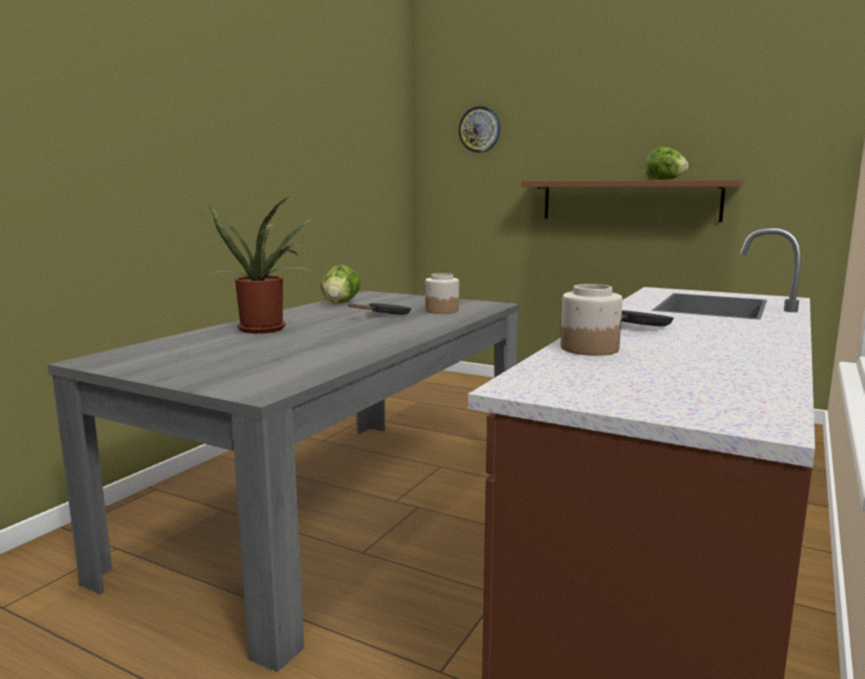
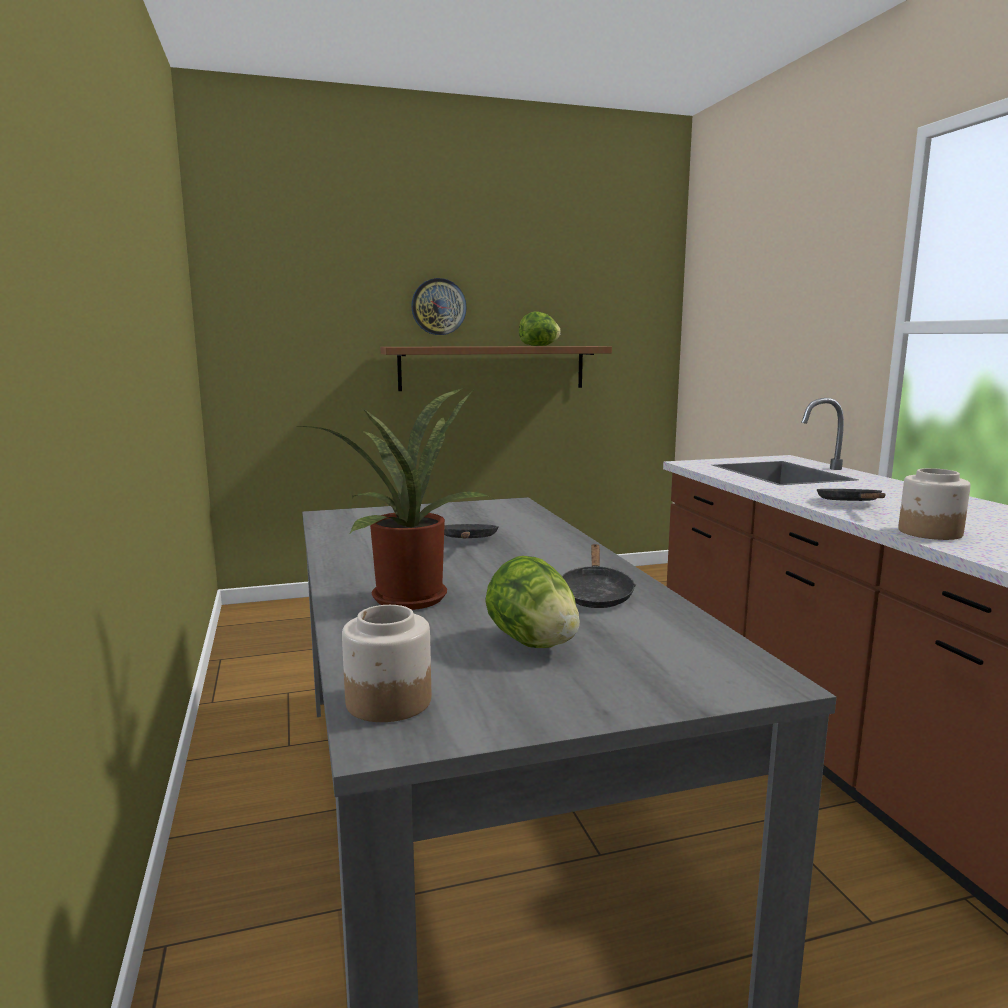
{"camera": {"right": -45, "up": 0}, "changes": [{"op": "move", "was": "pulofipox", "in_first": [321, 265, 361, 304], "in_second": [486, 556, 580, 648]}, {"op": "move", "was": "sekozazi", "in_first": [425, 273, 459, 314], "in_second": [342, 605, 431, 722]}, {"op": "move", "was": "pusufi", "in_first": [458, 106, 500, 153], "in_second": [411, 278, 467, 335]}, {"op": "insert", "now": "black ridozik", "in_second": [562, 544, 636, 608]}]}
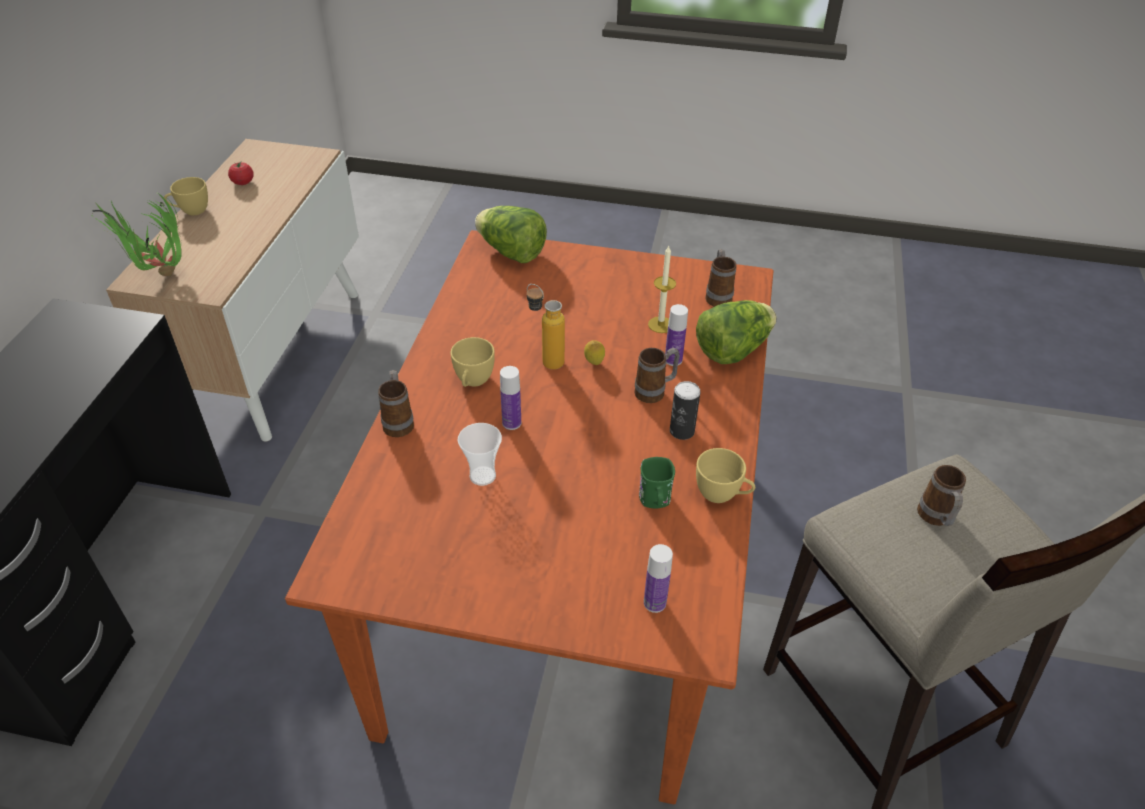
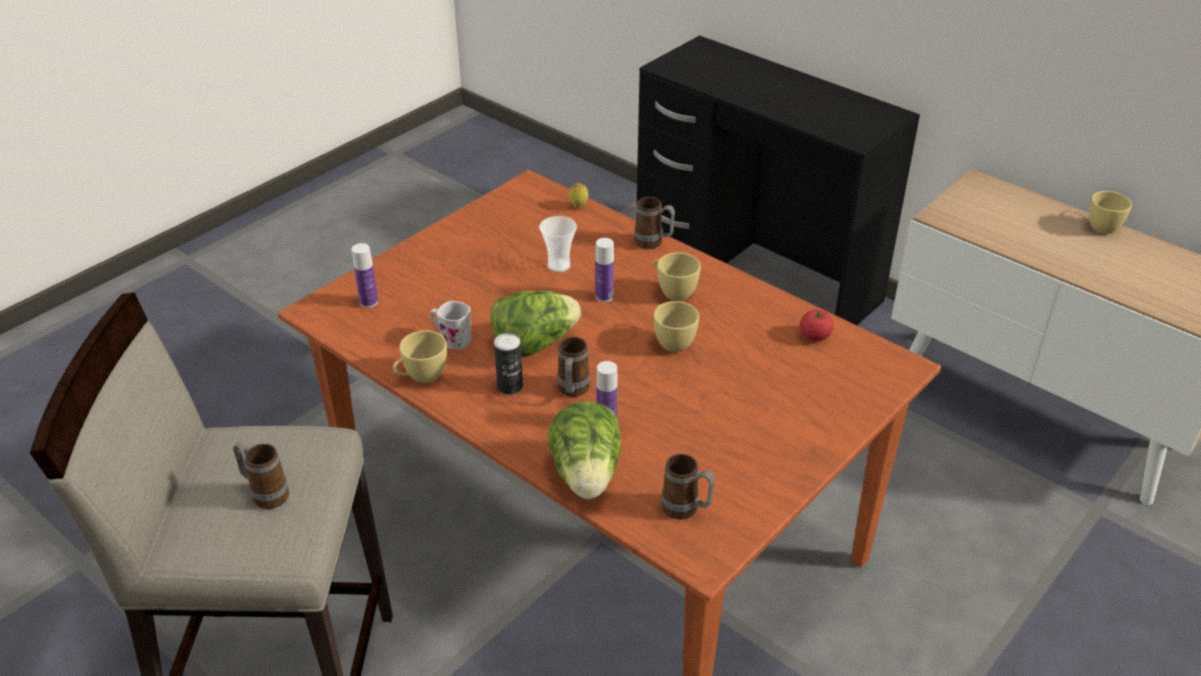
{"camera": {"right": 120, "up": -5}, "changes": [{"op": "delete", "was": "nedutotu", "in_first": [91, 193, 182, 276]}, {"op": "move", "was": "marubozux", "in_first": [228, 162, 254, 185], "in_second": [799, 309, 834, 341]}, {"op": "move", "was": "pulofipox", "in_first": [475, 206, 547, 263], "in_second": [490, 291, 581, 357]}, {"op": "replace", "was": "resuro", "now": "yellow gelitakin", "in_first": [527, 284, 565, 370], "in_second": [654, 301, 699, 352]}, {"op": "move", "was": "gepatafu", "in_first": [584, 340, 605, 365], "in_second": [569, 182, 588, 209]}, {"op": "recolor", "was": "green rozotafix", "now": "white rozotafix", "in_first": [639, 457, 675, 509], "in_second": [430, 301, 472, 350]}, {"op": "delete", "was": "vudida", "in_first": [648, 246, 676, 333]}]}
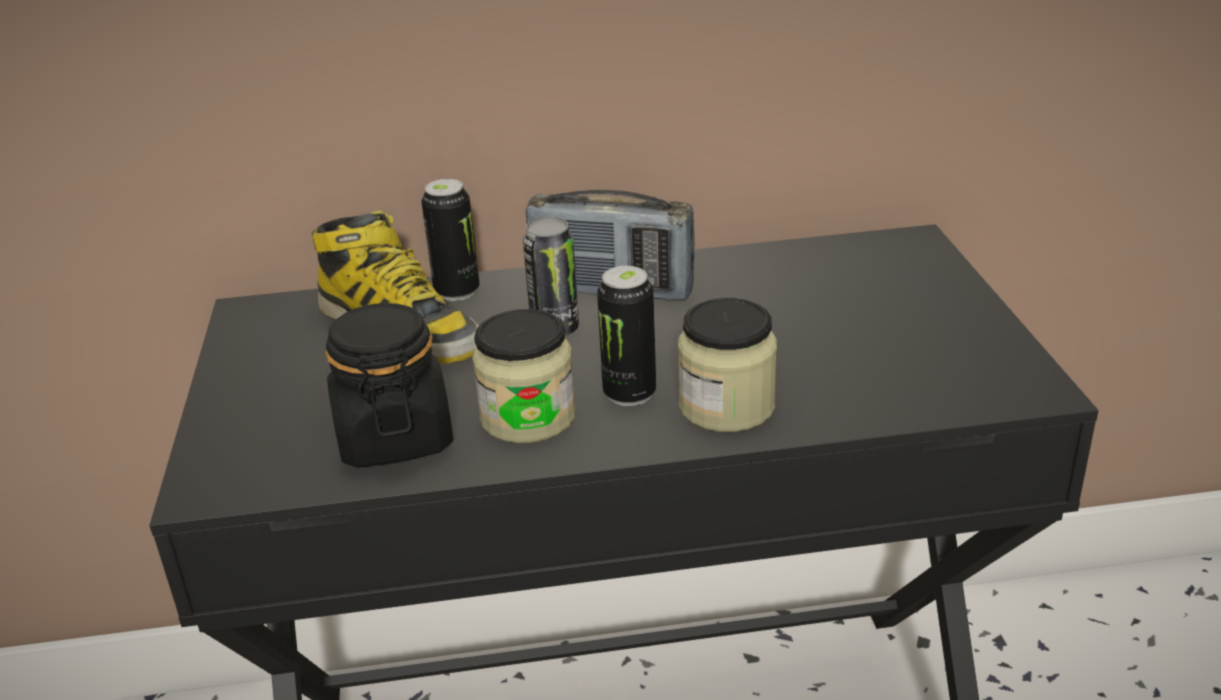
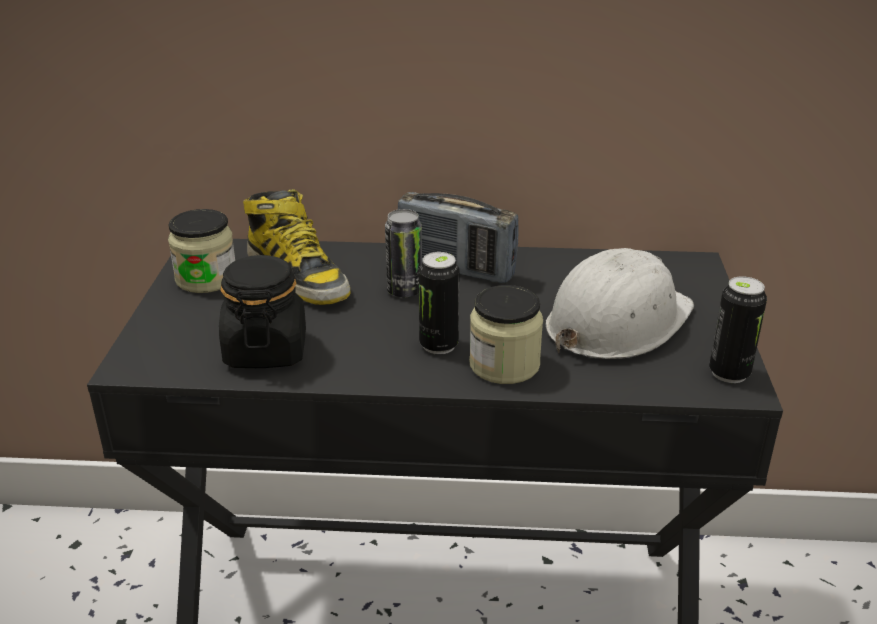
{"camera": {"right": 10, "up": 0}, "changes": [{"op": "move", "was": "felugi", "in_first": [421, 179, 479, 301], "in_second": [709, 276, 767, 383]}, {"op": "move", "was": "sekozazi", "in_first": [472, 309, 576, 443], "in_second": [168, 209, 235, 293]}, {"op": "insert", "now": "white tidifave", "in_second": [546, 248, 694, 359]}]}
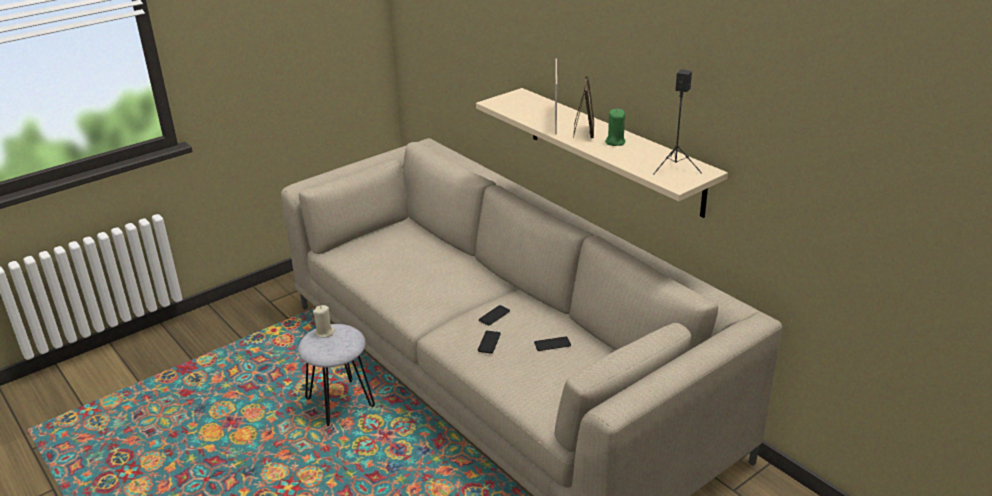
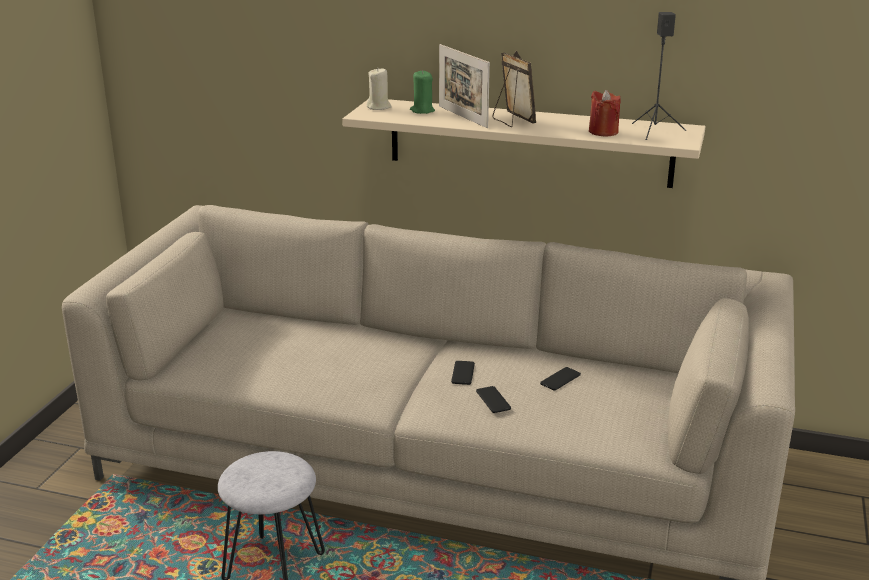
{"camera": {"right": -35, "up": -5}, "changes": [{"op": "move", "was": "beige vudida", "in_first": [313, 305, 335, 338], "in_second": [367, 67, 392, 110]}, {"op": "move", "was": "green vudida", "in_first": [605, 109, 625, 146], "in_second": [410, 70, 435, 114]}, {"op": "insert", "now": "red vudida", "in_second": [589, 90, 621, 137]}]}
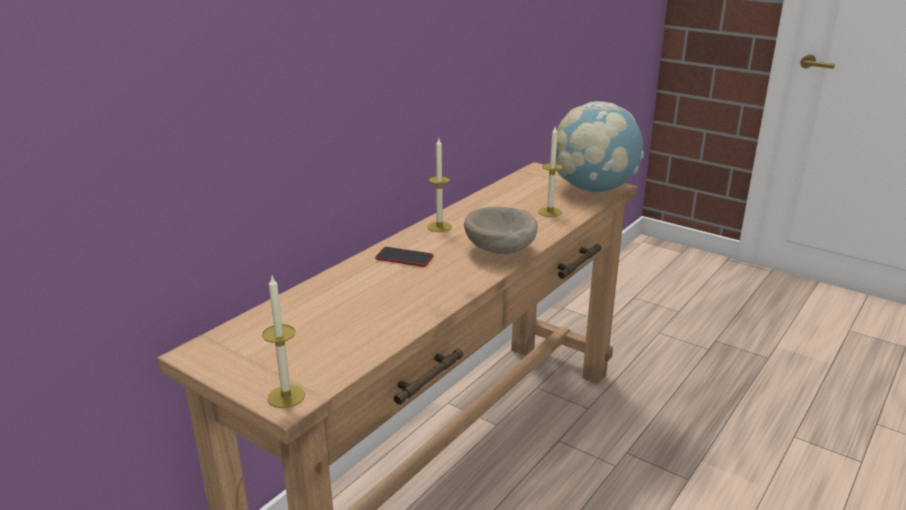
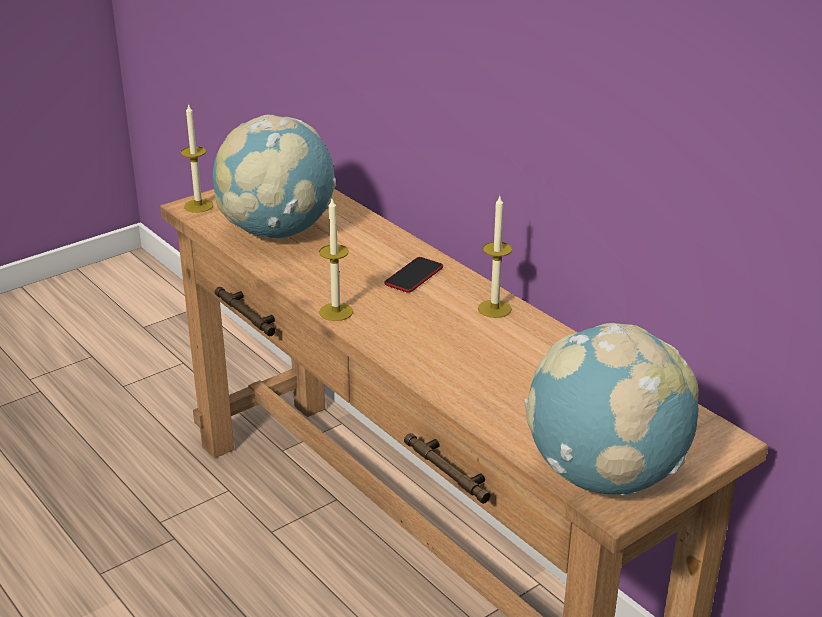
{"camera": {"right": 105, "up": 5}, "changes": [{"op": "delete", "was": "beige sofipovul", "in_first": [464, 207, 538, 254]}, {"op": "move", "was": "vudida", "in_first": [538, 127, 563, 217], "in_second": [319, 199, 353, 321]}, {"op": "insert", "now": "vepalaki", "in_second": [213, 115, 336, 239]}]}
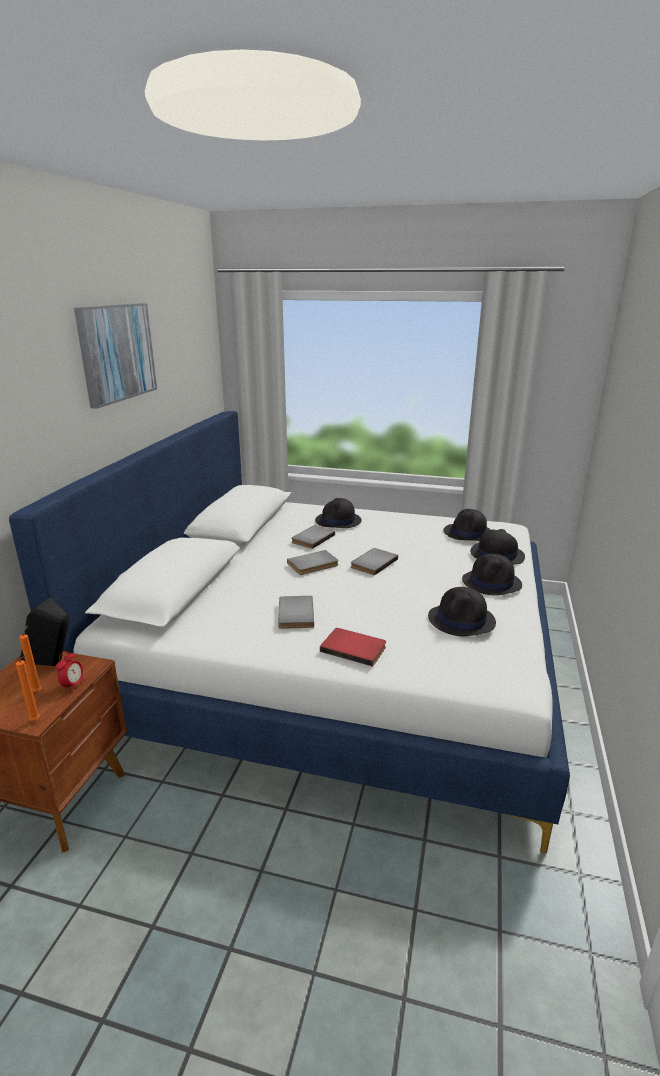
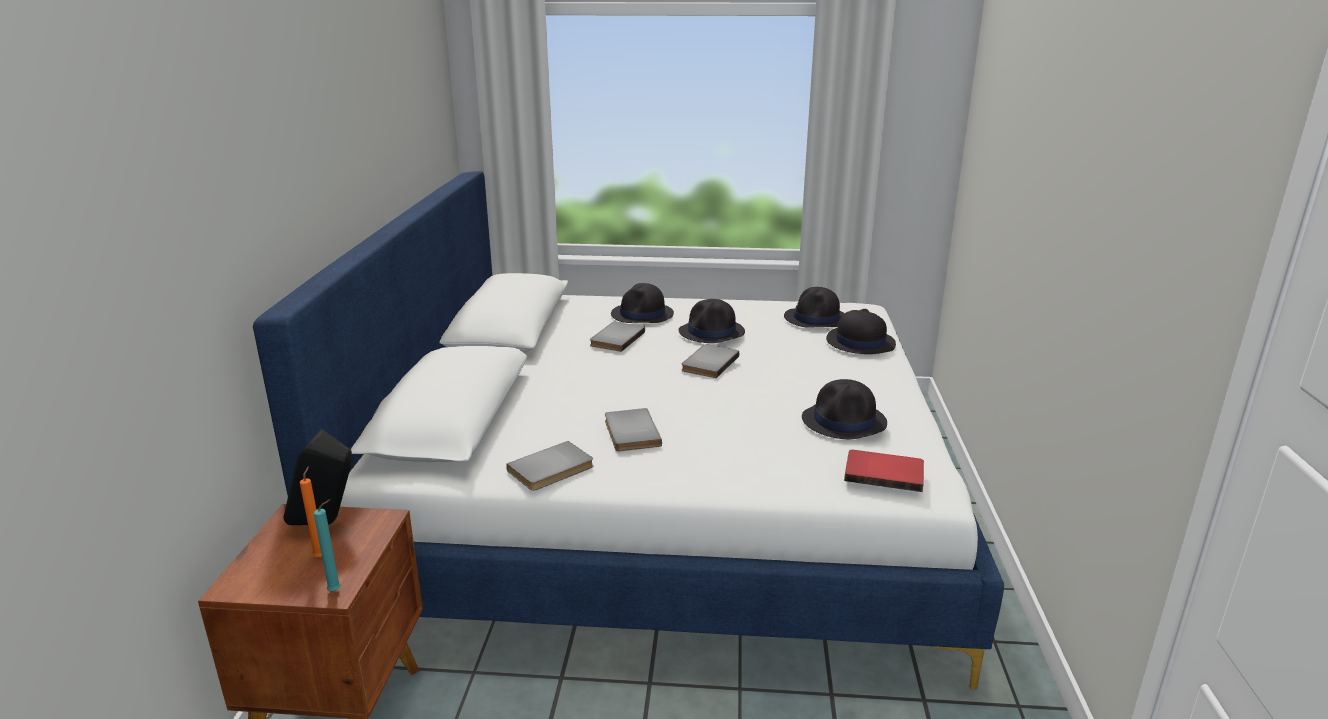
{"camera": {"right": -10, "up": 0}, "changes": [{"op": "recolor", "was": "orange vudida", "now": "turquoise vudida", "in_first": [16, 654, 40, 721], "in_second": [314, 499, 341, 591]}, {"op": "delete", "was": "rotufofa", "in_first": [55, 651, 84, 692]}, {"op": "delete", "was": "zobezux", "in_first": [74, 303, 157, 409]}, {"op": "move", "was": "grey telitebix", "in_first": [287, 550, 339, 575], "in_second": [506, 441, 593, 491]}, {"op": "move", "was": "red telitebix", "in_first": [320, 628, 386, 667], "in_second": [844, 450, 924, 492]}, {"op": "move", "was": "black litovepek", "in_first": [462, 554, 522, 596], "in_second": [679, 299, 745, 343]}]}
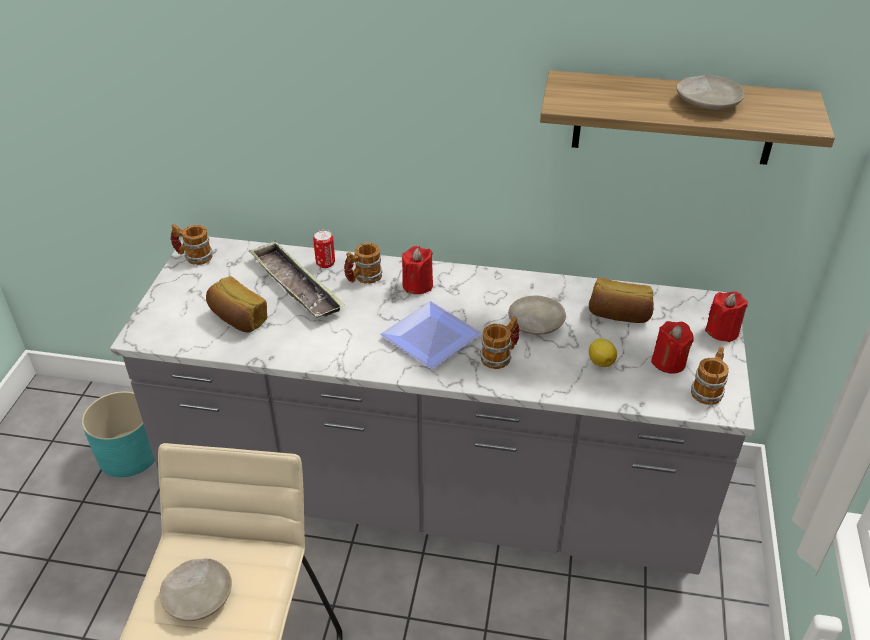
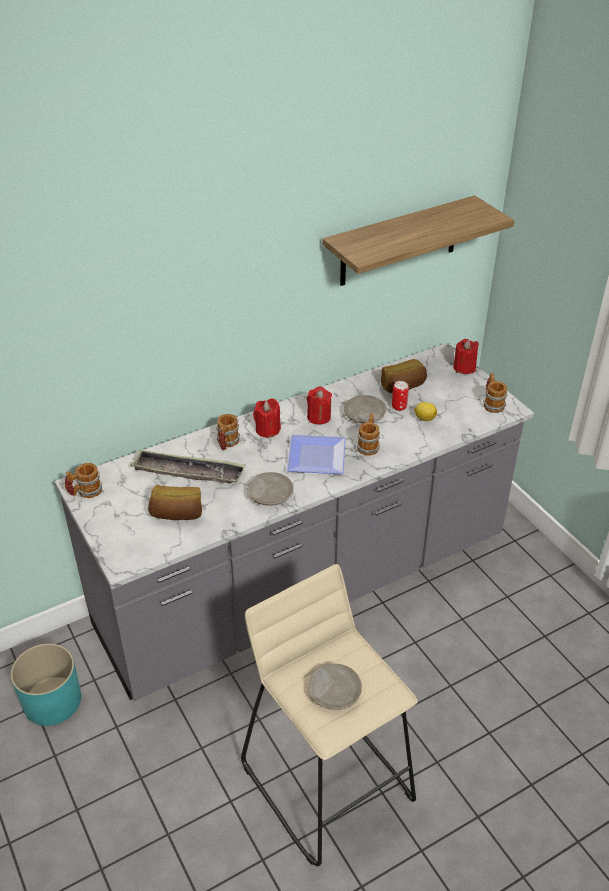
{"camera": {"right": -40, "up": 0}, "changes": [{"op": "move", "was": "felugi", "in_first": [313, 230, 335, 268], "in_second": [392, 381, 409, 411]}, {"op": "move", "was": "red vudida", "in_first": [651, 321, 694, 374], "in_second": [307, 387, 332, 425]}, {"op": "move", "was": "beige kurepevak", "in_first": [676, 75, 745, 110], "in_second": [247, 472, 293, 506]}]}
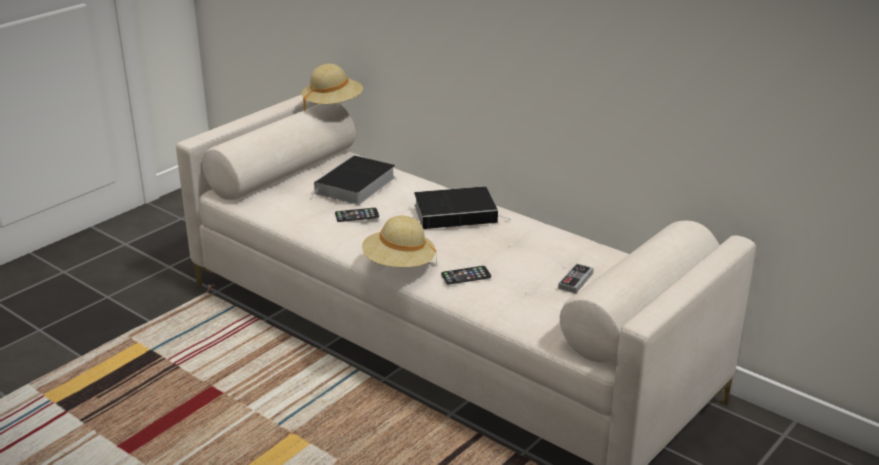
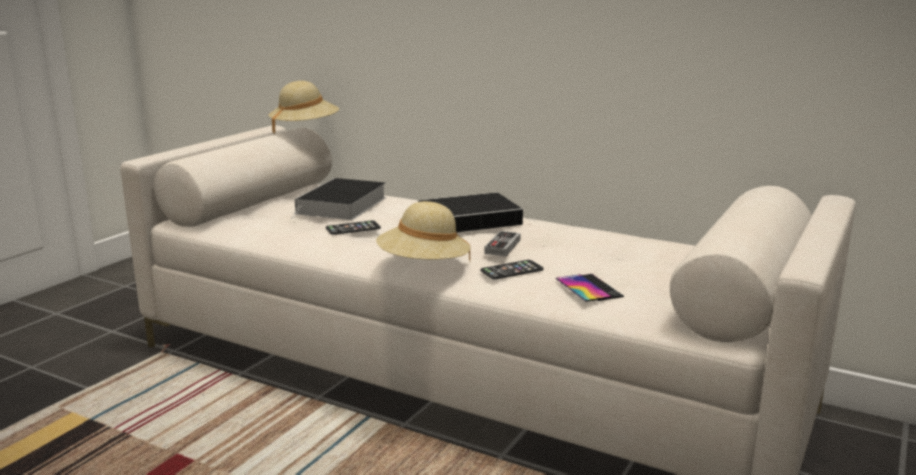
{"camera": {"right": -10, "up": -10}, "changes": [{"op": "move", "was": "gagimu", "in_first": [558, 263, 594, 294], "in_second": [484, 231, 521, 256]}, {"op": "insert", "now": "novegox", "in_second": [556, 274, 624, 302]}]}
